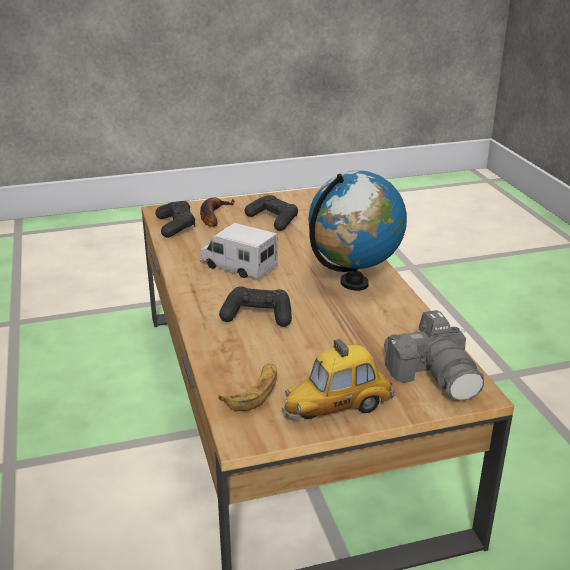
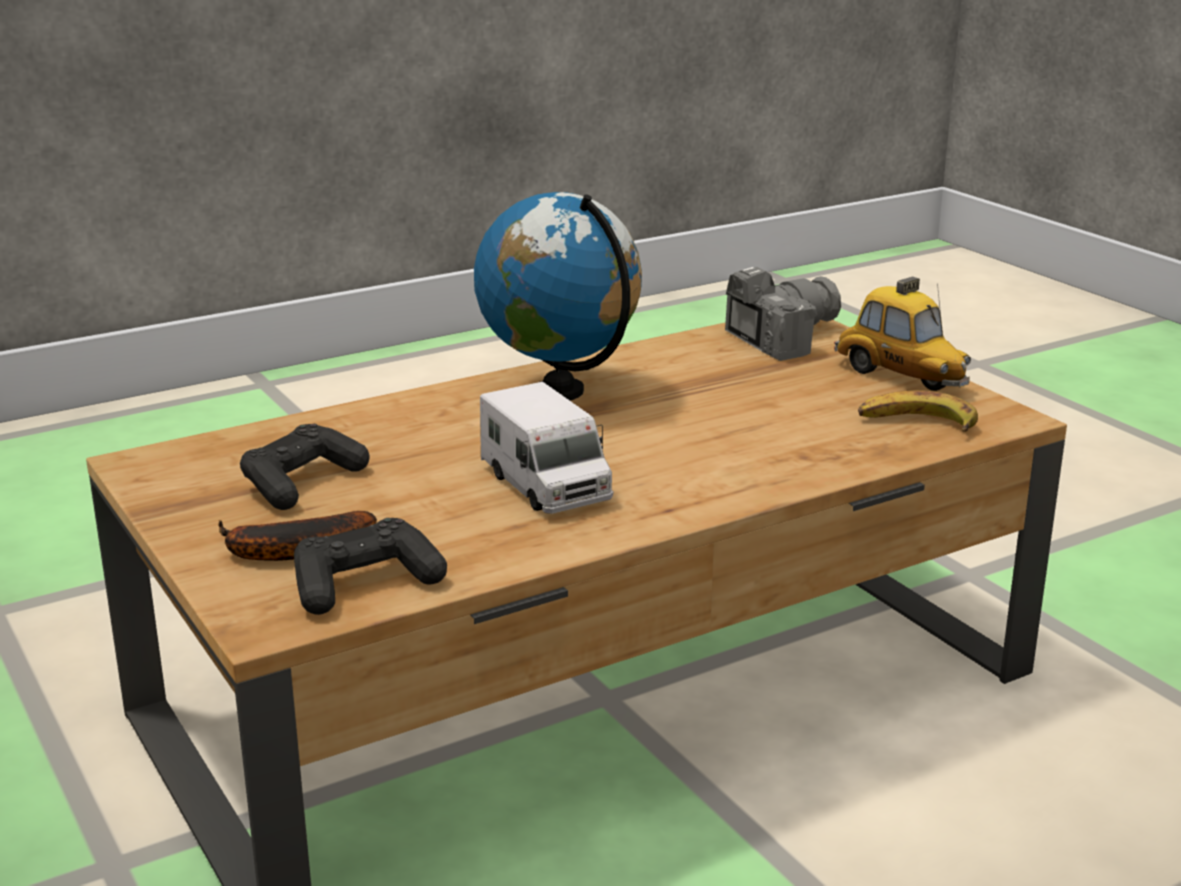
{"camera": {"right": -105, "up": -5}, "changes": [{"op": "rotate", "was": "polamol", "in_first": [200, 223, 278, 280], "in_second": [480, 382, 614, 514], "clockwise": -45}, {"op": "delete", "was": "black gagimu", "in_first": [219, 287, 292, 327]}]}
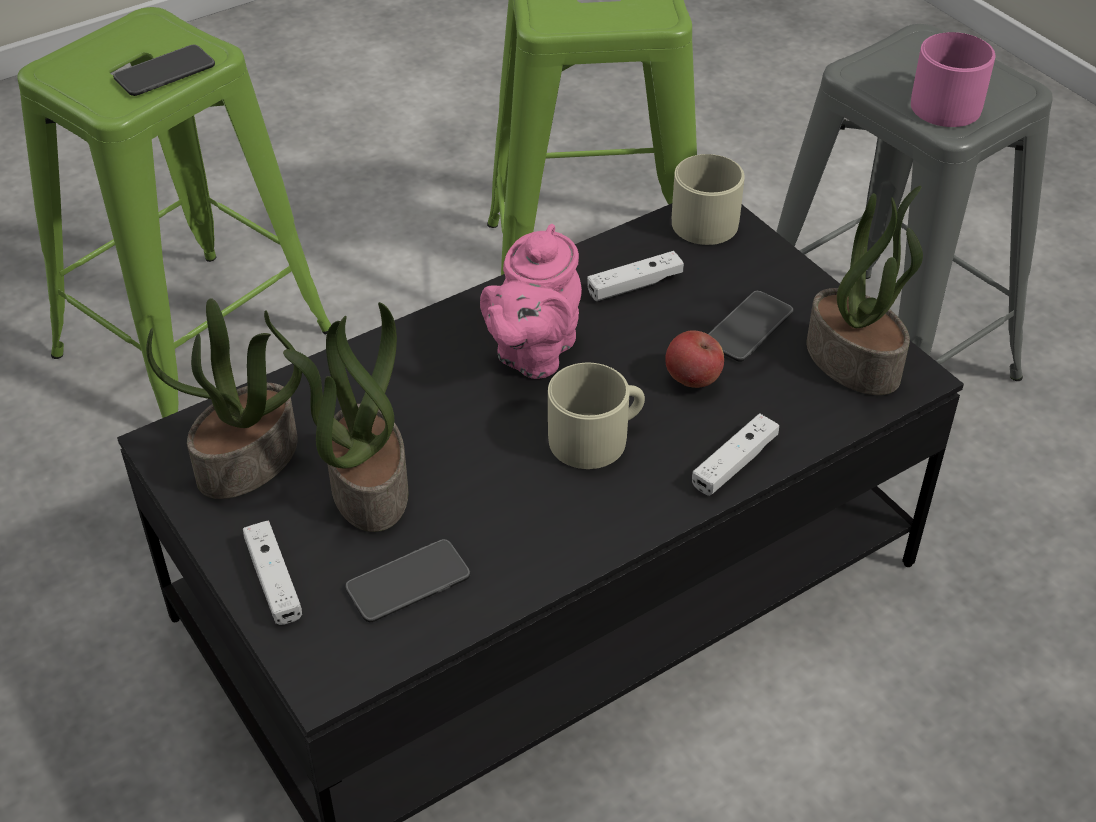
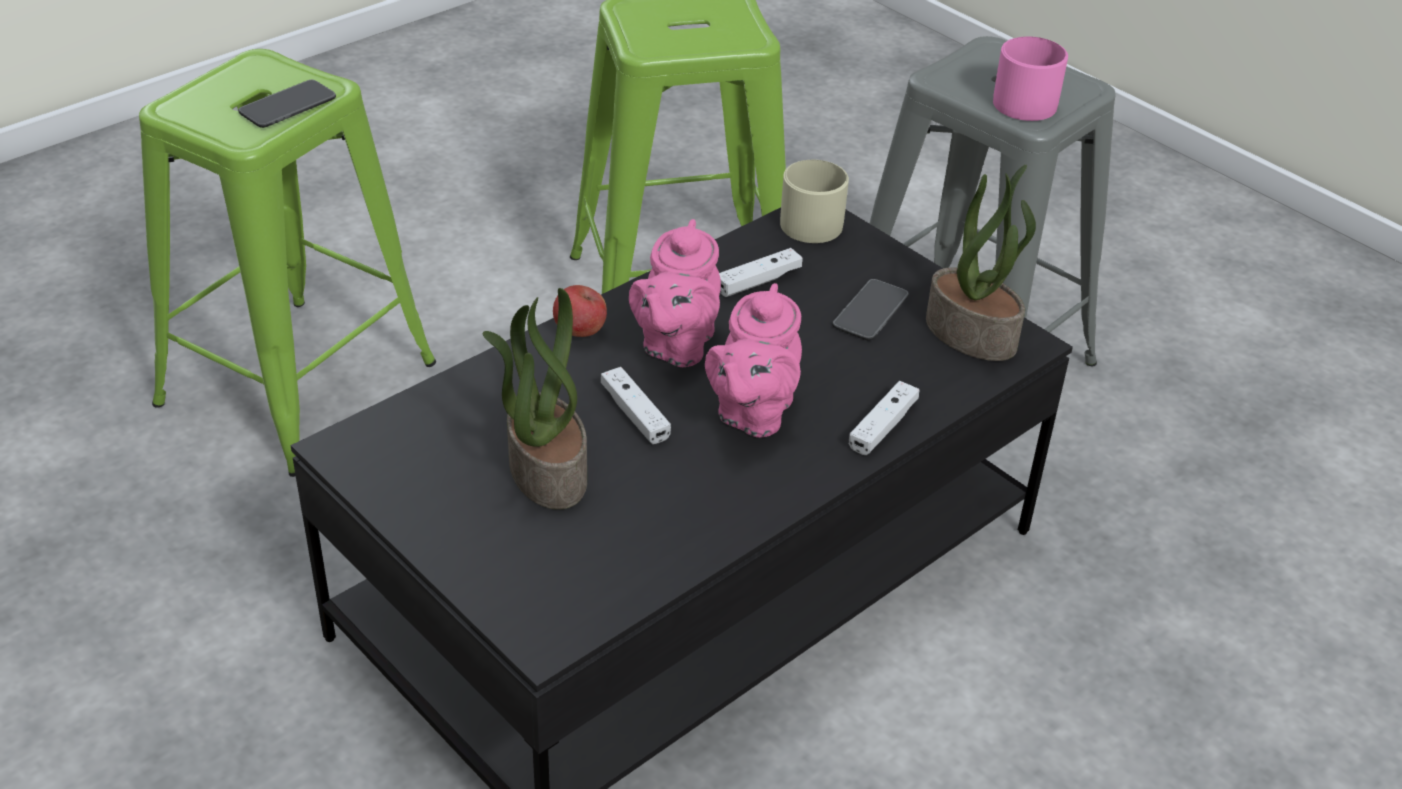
{"camera": {"right": -10, "up": -5}, "changes": [{"op": "delete", "was": "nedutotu", "in_first": [146, 298, 302, 499]}, {"op": "move", "was": "white gagimu", "in_first": [243, 521, 302, 625], "in_second": [601, 367, 671, 444]}, {"op": "delete", "was": "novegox", "in_first": [345, 539, 470, 622]}, {"op": "replace", "was": "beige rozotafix", "now": "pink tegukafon", "in_first": [548, 363, 645, 469], "in_second": [705, 283, 802, 438]}, {"op": "move", "was": "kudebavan", "in_first": [665, 330, 724, 388], "in_second": [553, 285, 607, 337]}]}
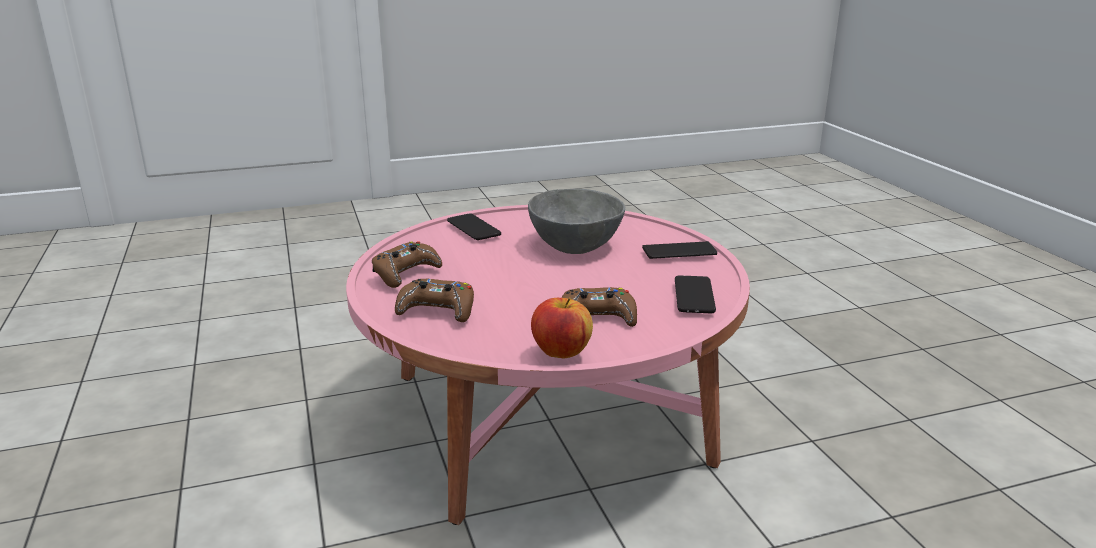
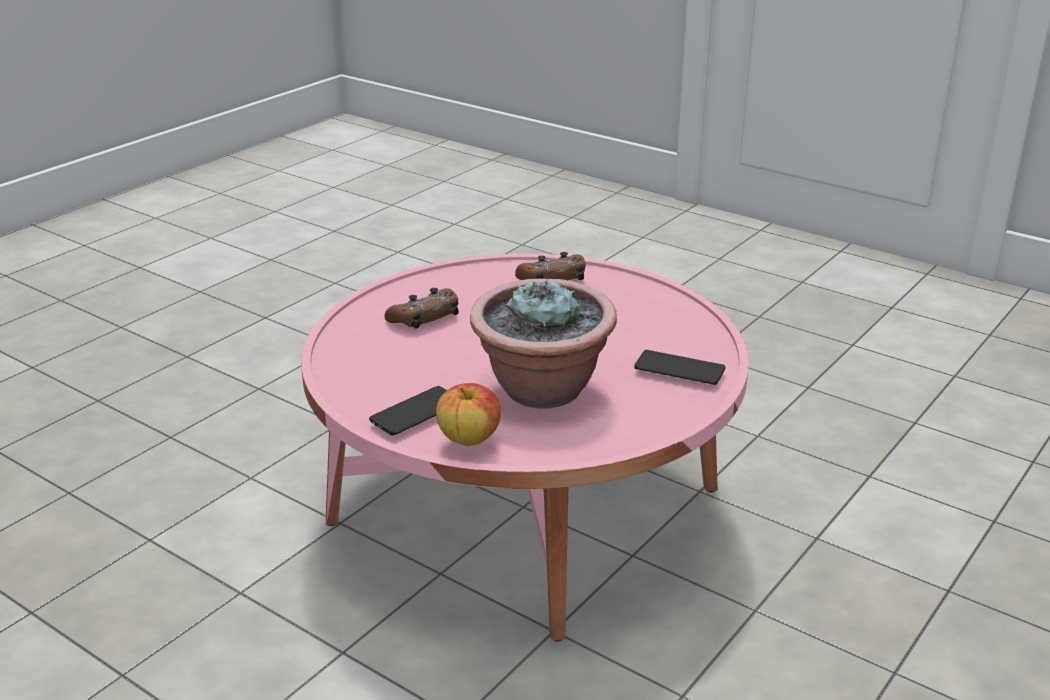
{"camera": {"right": 145, "up": 5}, "changes": [{"op": "delete", "was": "brown gagimu", "in_first": [372, 241, 442, 288]}, {"op": "replace", "was": "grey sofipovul", "now": "nedutotu", "in_first": [528, 189, 625, 254], "in_second": [470, 279, 617, 409]}, {"op": "move", "was": "kudebavan", "in_first": [531, 297, 593, 359], "in_second": [436, 383, 501, 446]}, {"op": "delete", "was": "novegox", "in_first": [675, 275, 716, 313]}]}
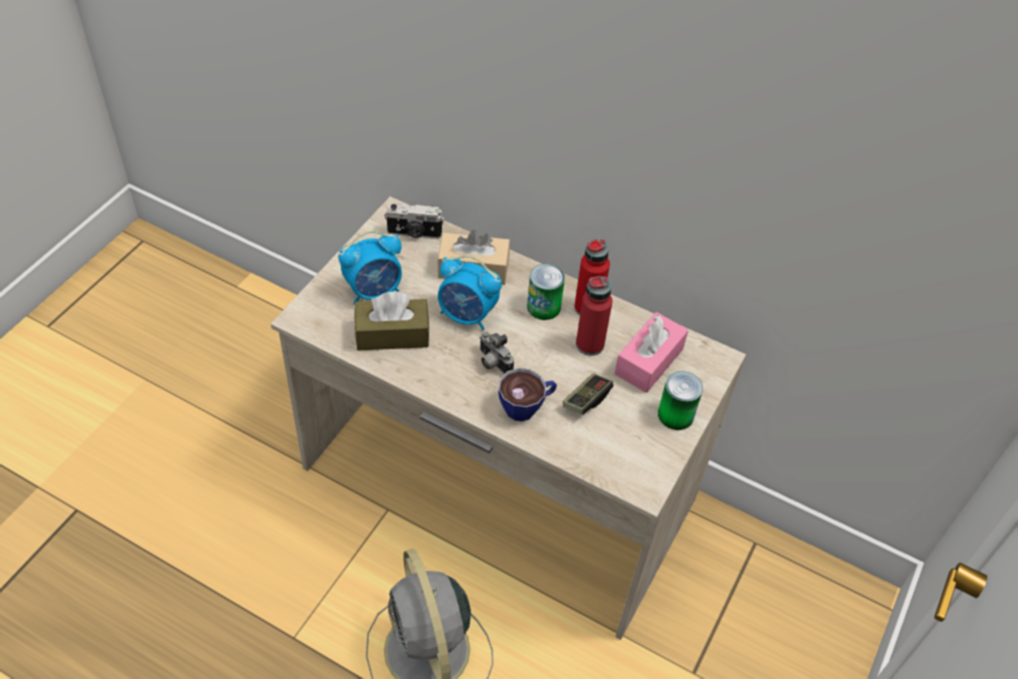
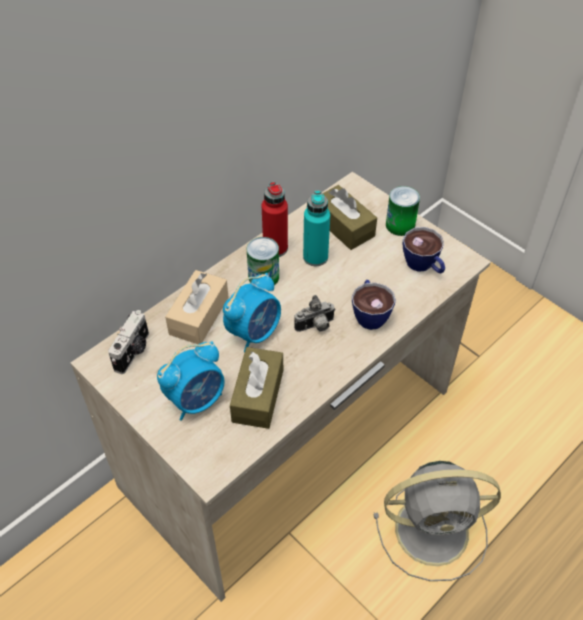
{"camera": {"right": -70, "up": 0}, "changes": [{"op": "rotate", "was": "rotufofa", "in_first": [338, 231, 402, 305], "in_second": [157, 341, 225, 421], "clockwise": 60}, {"op": "delete", "was": "gagimu", "in_first": [563, 373, 613, 415]}, {"op": "recolor", "was": "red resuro", "now": "turquoise resuro", "in_first": [576, 276, 613, 356], "in_second": [303, 191, 330, 266]}, {"op": "recolor", "was": "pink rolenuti", "now": "brown rolenuti", "in_first": [614, 312, 688, 393], "in_second": [322, 185, 377, 250]}, {"op": "insert", "now": "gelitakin", "in_second": [402, 227, 445, 273]}]}
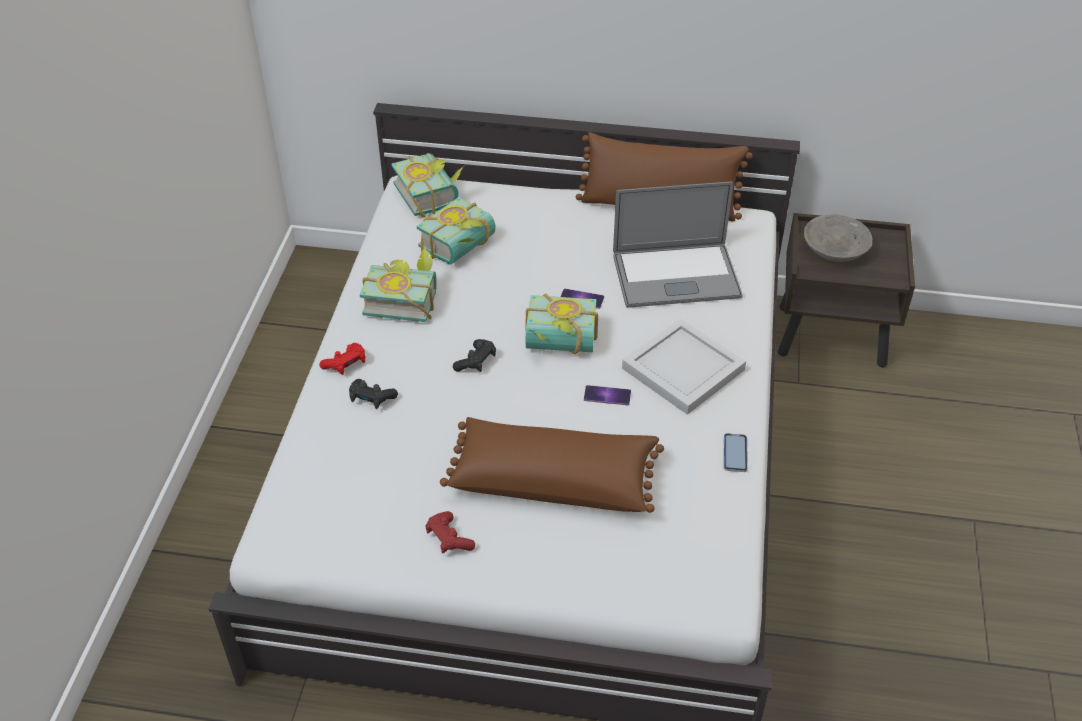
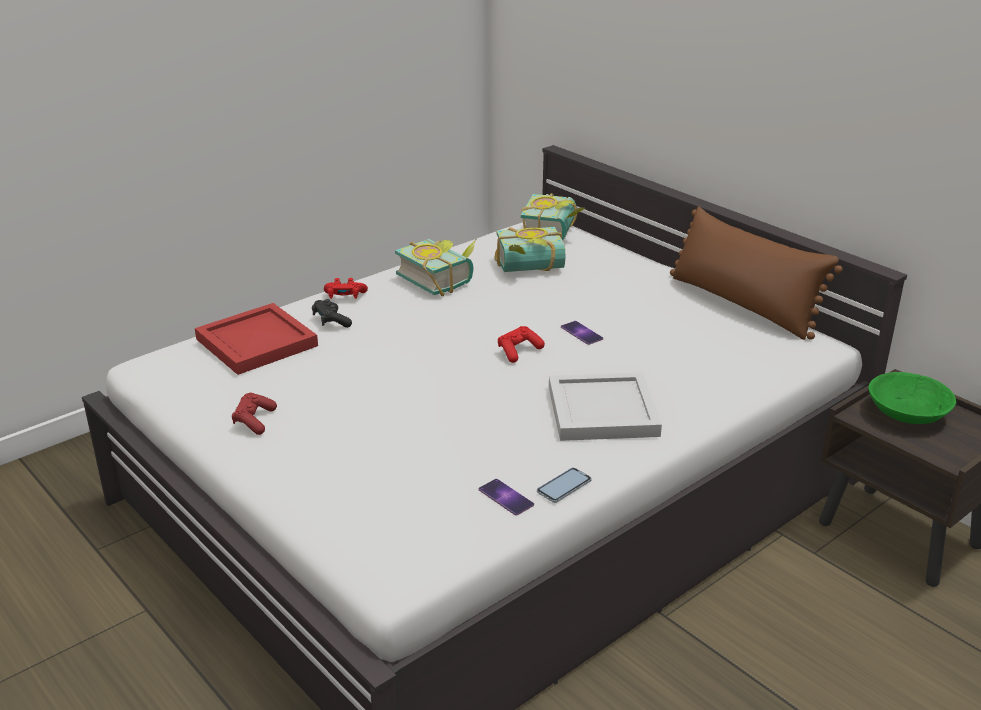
{"camera": {"right": 40, "up": -15}, "changes": [{"op": "delete", "was": "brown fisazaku", "in_first": [440, 417, 664, 513]}, {"op": "delete", "was": "black gagimu", "in_first": [453, 339, 496, 372]}, {"op": "replace", "was": "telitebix", "now": "red gagimu", "in_first": [526, 293, 598, 354], "in_second": [498, 326, 545, 363]}, {"op": "move", "was": "novegox", "in_first": [584, 385, 631, 405], "in_second": [479, 479, 534, 516]}, {"op": "delete", "was": "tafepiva", "in_first": [613, 181, 742, 308]}, {"op": "recolor", "was": "grey sofipovul", "now": "green sofipovul", "in_first": [804, 214, 872, 262], "in_second": [868, 372, 956, 424]}, {"op": "insert", "now": "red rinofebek", "in_second": [195, 303, 318, 375]}]}
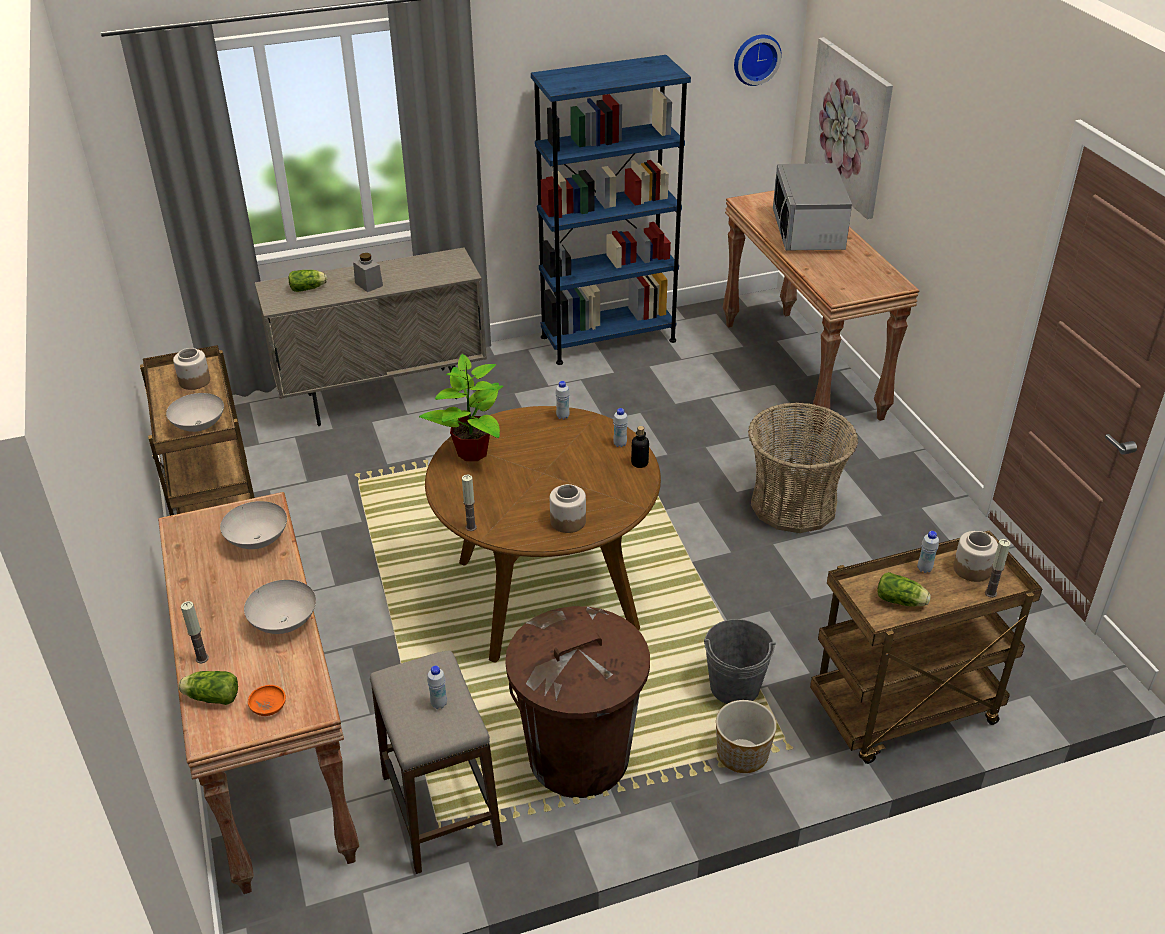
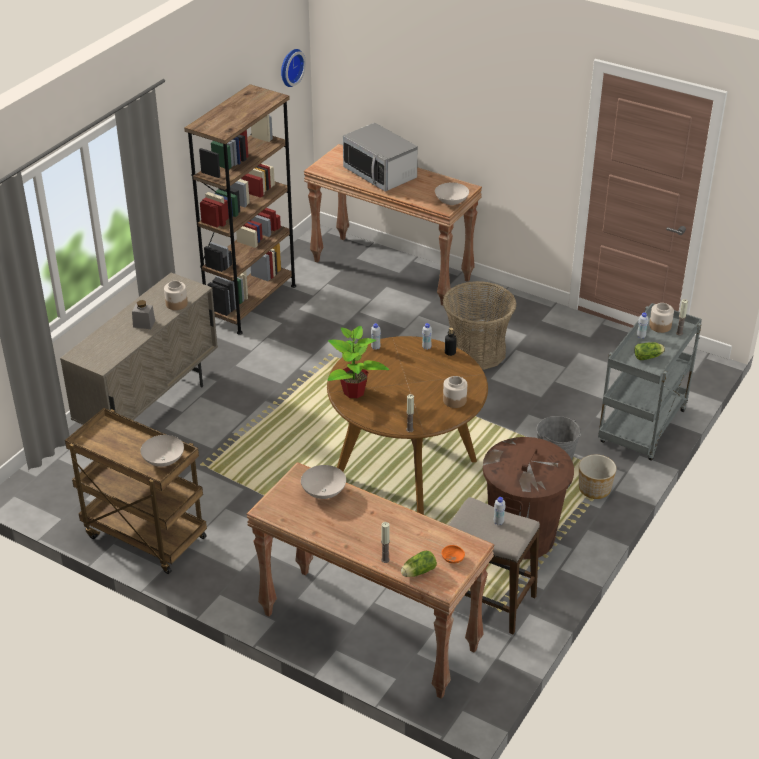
{"camera": {"right": -40, "up": 0}, "changes": [{"op": "move", "was": "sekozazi", "in_first": [173, 348, 210, 390], "in_second": [164, 281, 188, 310]}, {"op": "move", "was": "white sofipovul", "in_first": [244, 580, 316, 634], "in_second": [435, 183, 469, 205]}, {"op": "delete", "was": "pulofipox", "in_first": [289, 270, 327, 292]}, {"op": "recolor", "was": "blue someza", "now": "brown someza", "in_first": [531, 55, 691, 365], "in_second": [184, 84, 296, 335]}, {"op": "delete", "was": "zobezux", "in_first": [804, 37, 893, 219]}, {"op": "recolor", "was": "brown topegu", "now": "grey topegu", "in_first": [810, 530, 1043, 764], "in_second": [598, 303, 702, 461]}]}
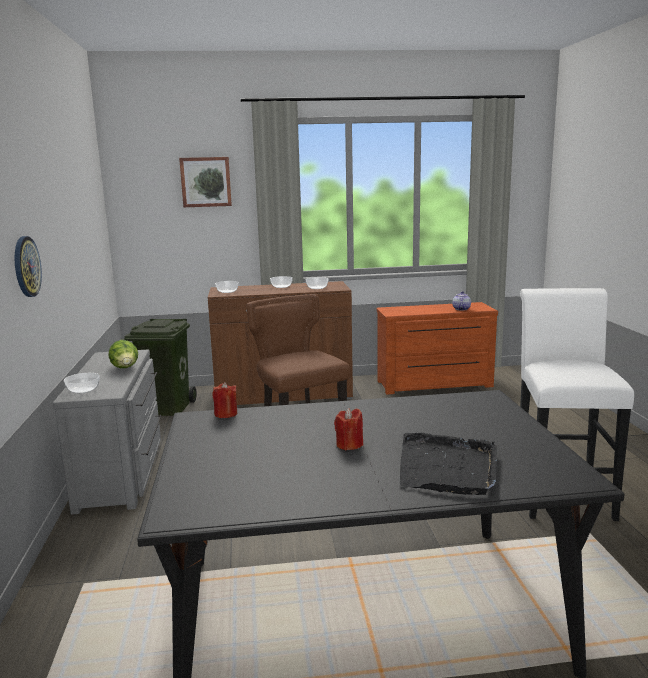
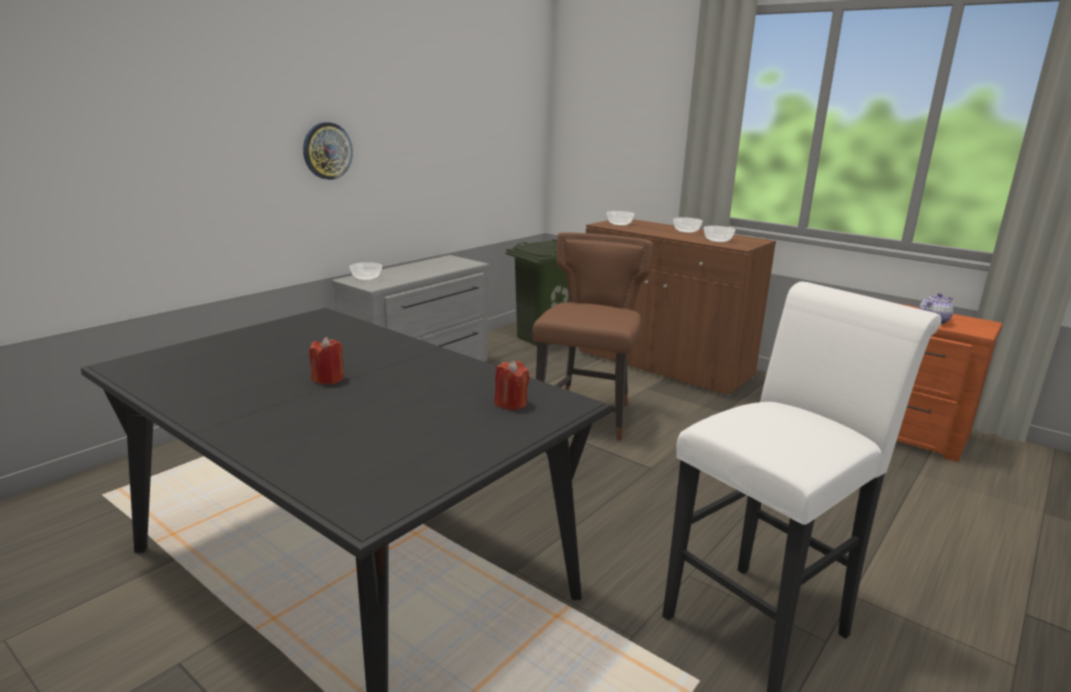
{"camera": {"right": 45, "up": 5}, "changes": [{"op": "delete", "was": "pulofipox", "in_first": [109, 340, 138, 368]}, {"op": "delete", "was": "zobezux", "in_first": [179, 157, 232, 207]}, {"op": "move", "was": "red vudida", "in_first": [213, 382, 237, 418], "in_second": [494, 360, 530, 410]}, {"op": "delete", "was": "black rinofebek", "in_first": [400, 433, 497, 495]}]}
